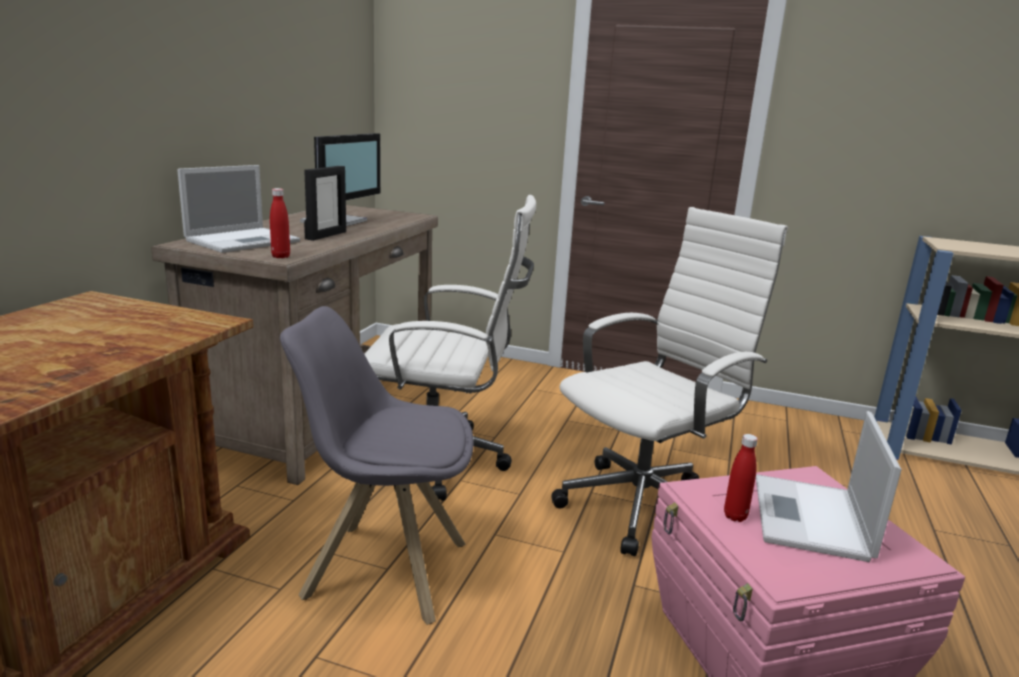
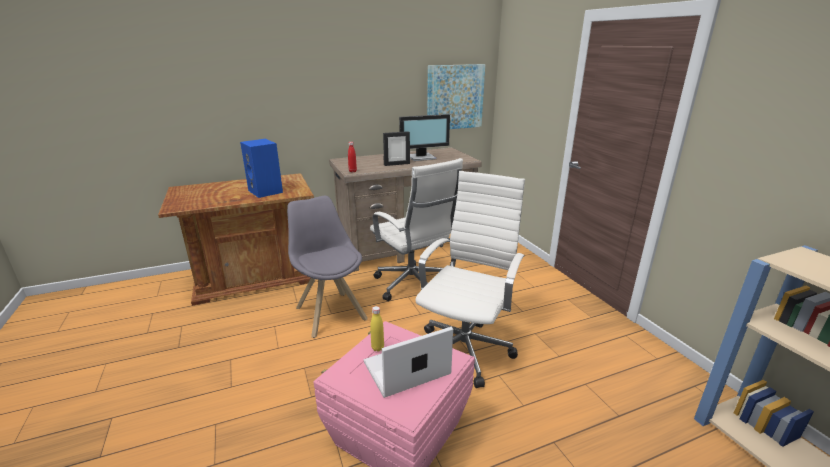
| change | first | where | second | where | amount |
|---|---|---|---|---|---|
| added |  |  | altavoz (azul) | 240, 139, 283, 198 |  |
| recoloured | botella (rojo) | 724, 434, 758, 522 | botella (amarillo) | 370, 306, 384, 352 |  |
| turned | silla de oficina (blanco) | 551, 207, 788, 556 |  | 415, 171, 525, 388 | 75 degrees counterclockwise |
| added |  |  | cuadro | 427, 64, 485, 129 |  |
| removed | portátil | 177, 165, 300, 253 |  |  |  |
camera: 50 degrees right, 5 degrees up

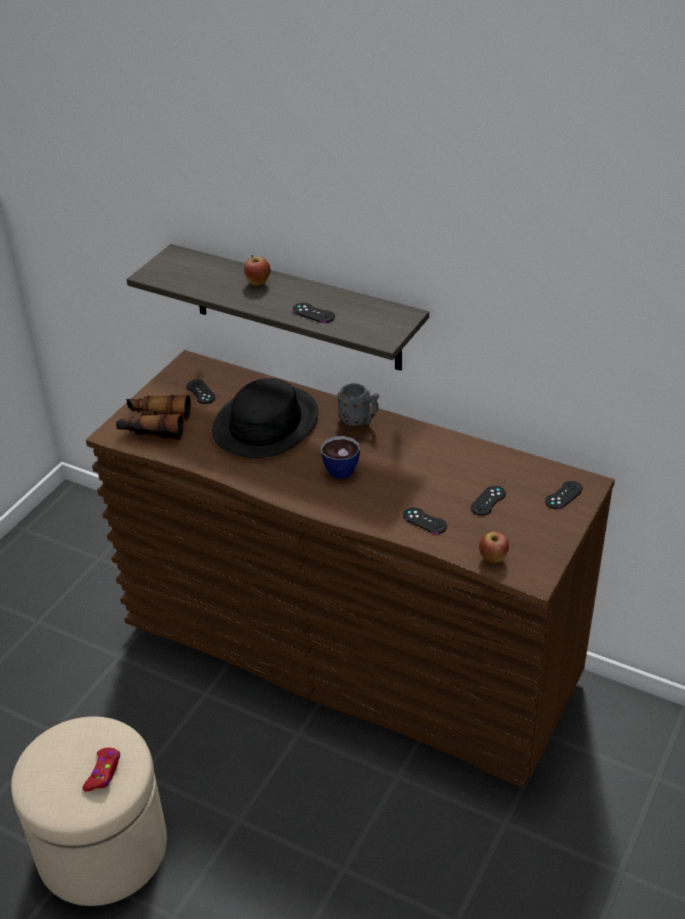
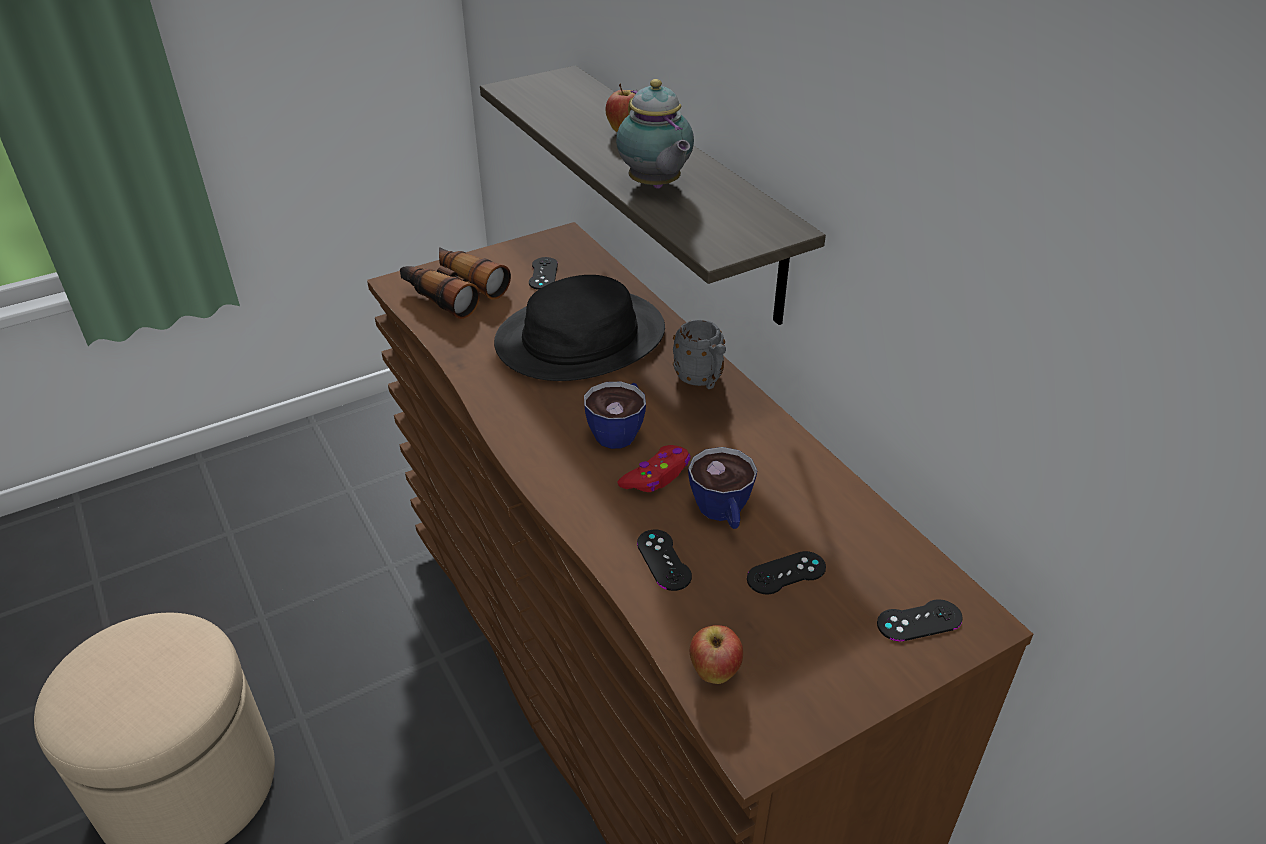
| change | first | where | second | where | amount |
|---|---|---|---|---|---|
| replaced | mando de consola (negro) | 293, 303, 335, 323 | tetera | 616, 79, 694, 189 |  |
| moved | mando de consola (rojo) | 82, 748, 120, 792 |  | 617, 445, 691, 492 |  |
| added |  |  | taza | 688, 447, 758, 529 |  |
camera: 30 degrees right, 0 degrees up

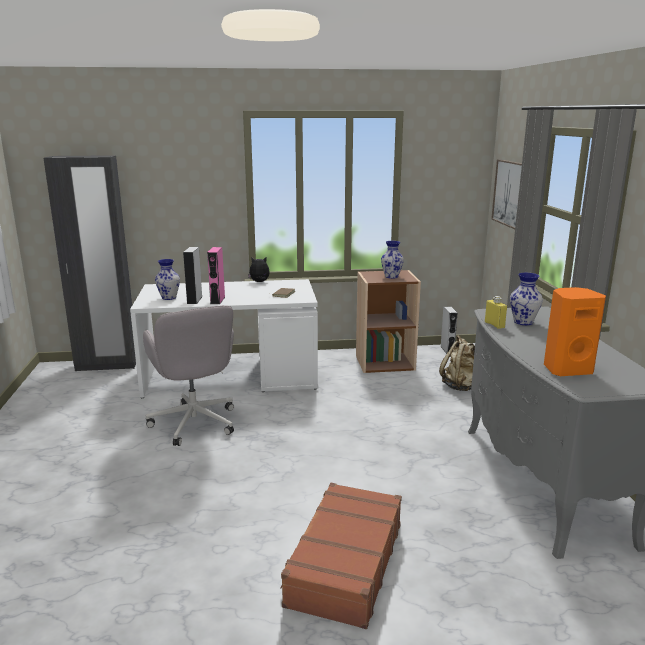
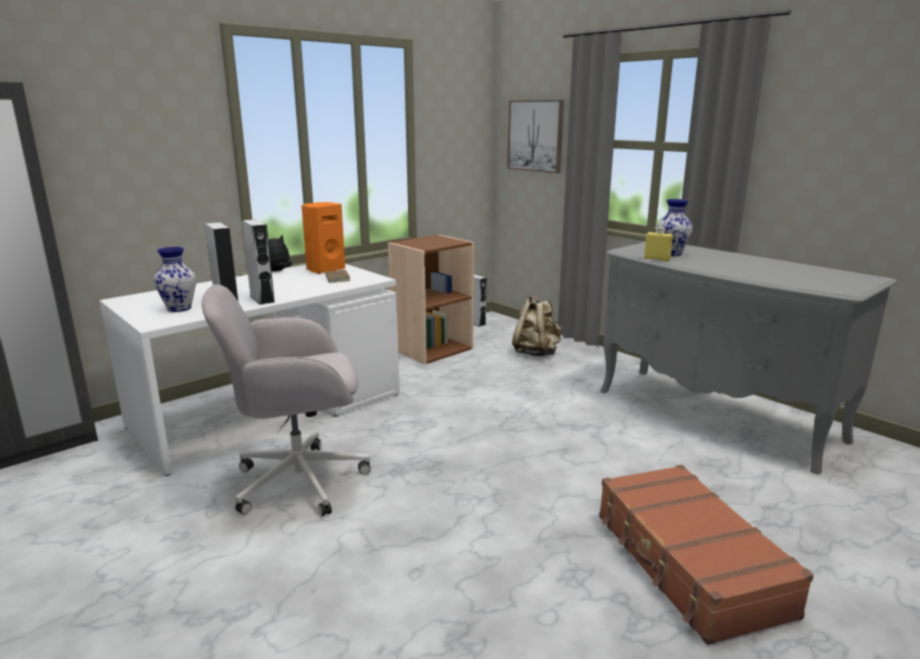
| change | first | where | second | where | amount |
|---|---|---|---|---|---|
| turned | silla de oficina (gris) | 143, 305, 234, 446 |  | 202, 284, 371, 517 | 135 degrees clockwise |
| recoloured | altavoz (rosa) | 207, 247, 225, 304 | altavoz (gris) | 242, 219, 275, 305 |  |
| moved | altavoz (naranja) | 544, 287, 606, 376 |  | 301, 202, 345, 274 |  |
| removed | florero | 381, 241, 404, 279 |  |  |  |
camera: 35 degrees left, 0 degrees up

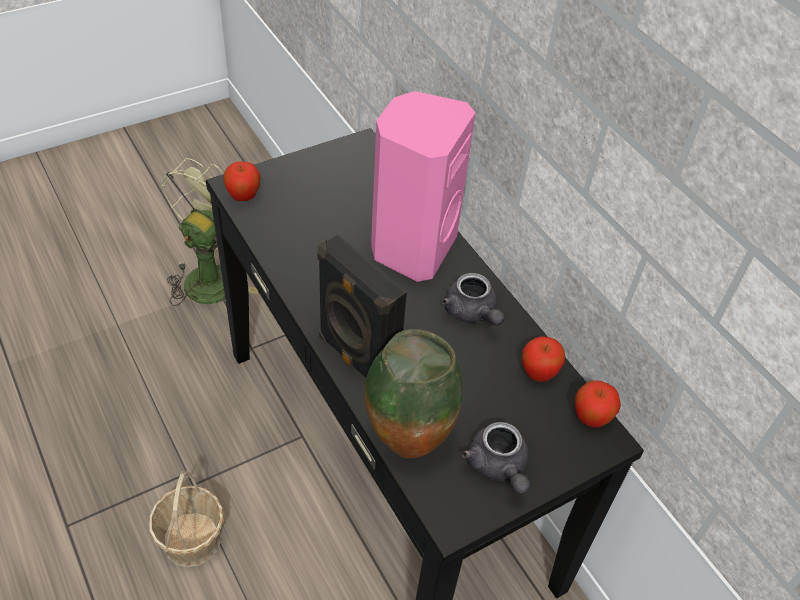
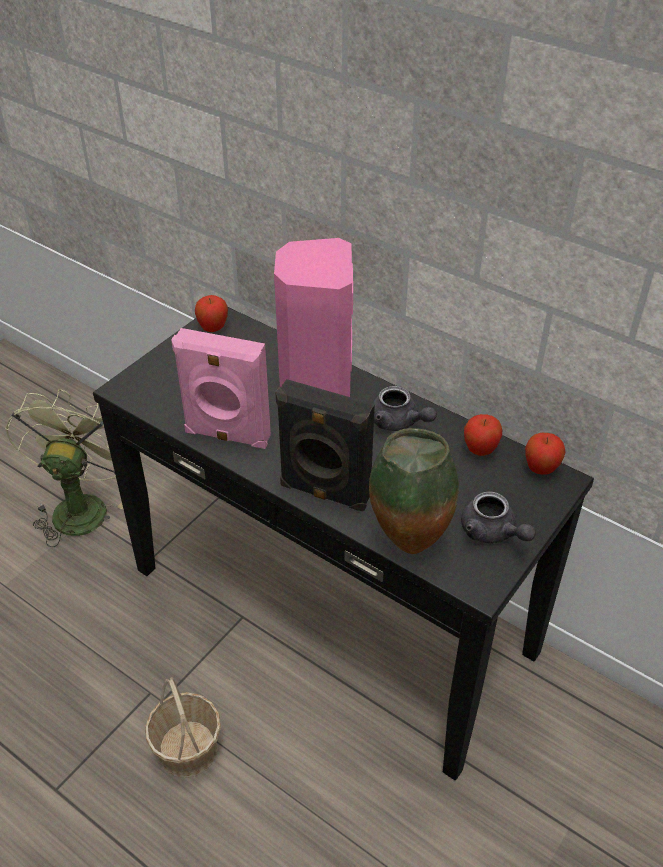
| change | first | where | second | where | amount |
|---|---|---|---|---|---|
| added |  |  | altavoz (rosa) | 171, 328, 271, 449 |  |
| moved | manzana | 223, 162, 261, 201 |  | 195, 295, 228, 332 |  |
camera: 20 degrees left, 5 degrees down

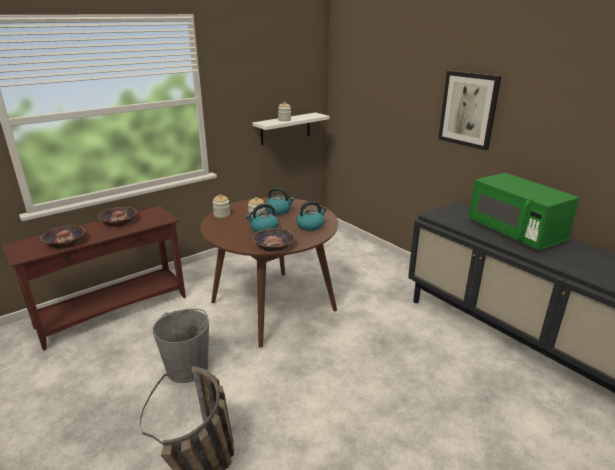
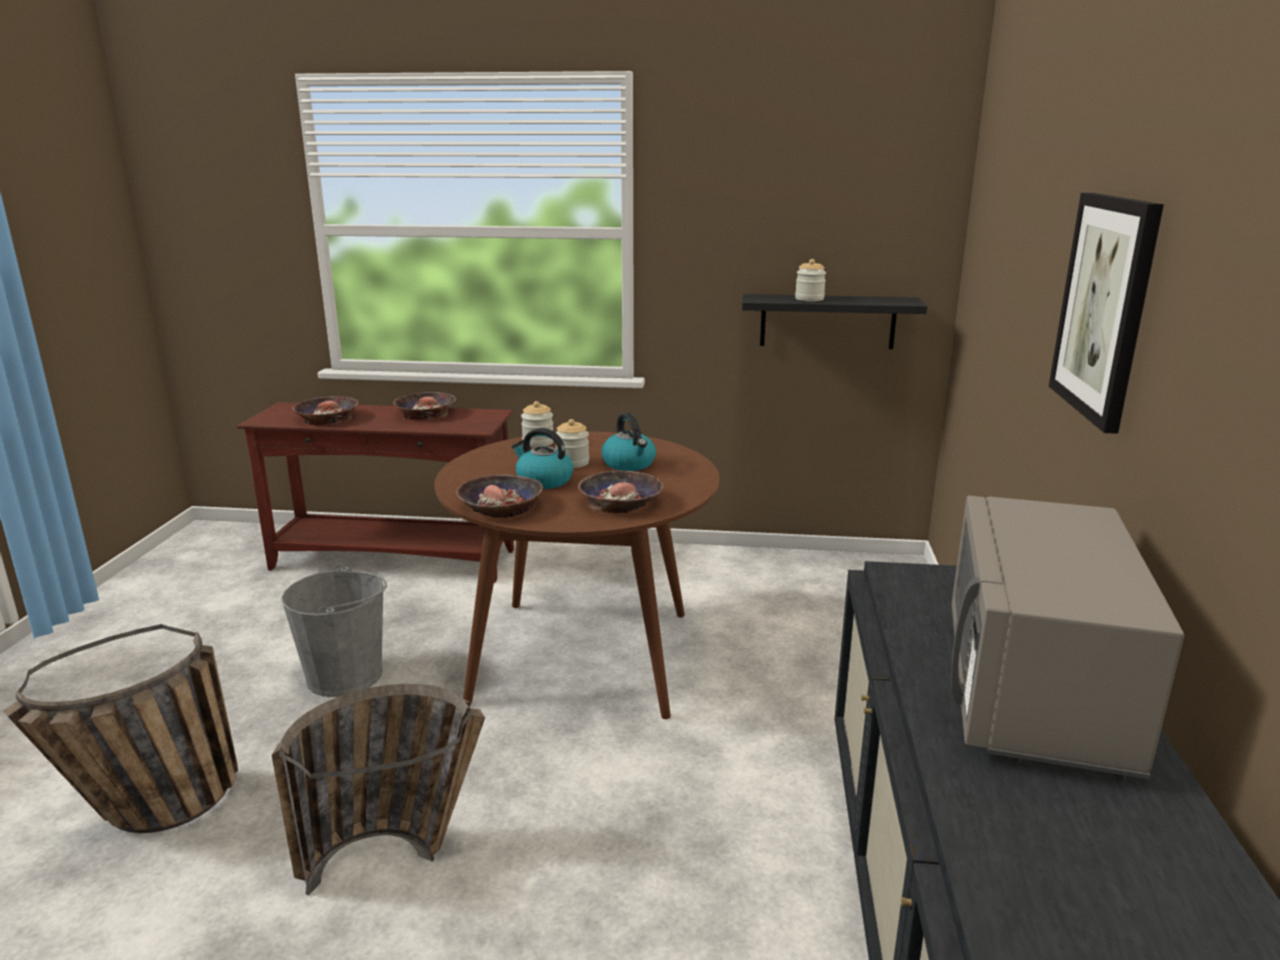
| change | first | where | second | where | amount |
|---|---|---|---|---|---|
| added |  |  | cesta | 272, 684, 485, 895 |  |
| replaced | hervidor | 296, 201, 327, 231 | cuenco | 578, 471, 664, 513 |  |
| recoloured | estante (blanco) | 253, 112, 330, 145 | estante (negro) | 742, 294, 927, 349 |  |
| recoloured | microondas (verde) | 468, 173, 580, 250 | microondas (gris) | 951, 496, 1184, 781 |  |
camera: 45 degrees right, 5 degrees down

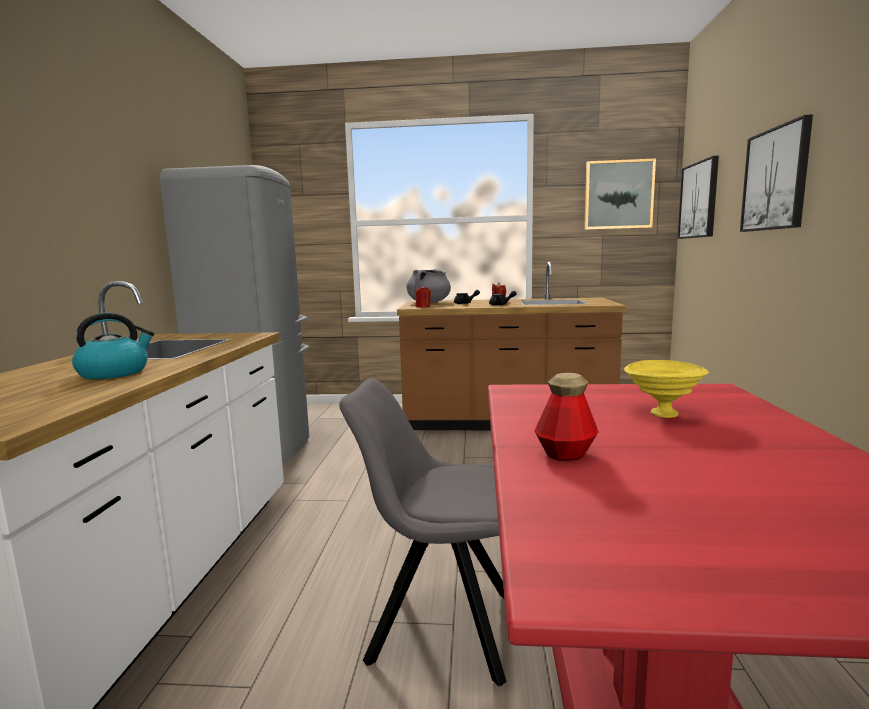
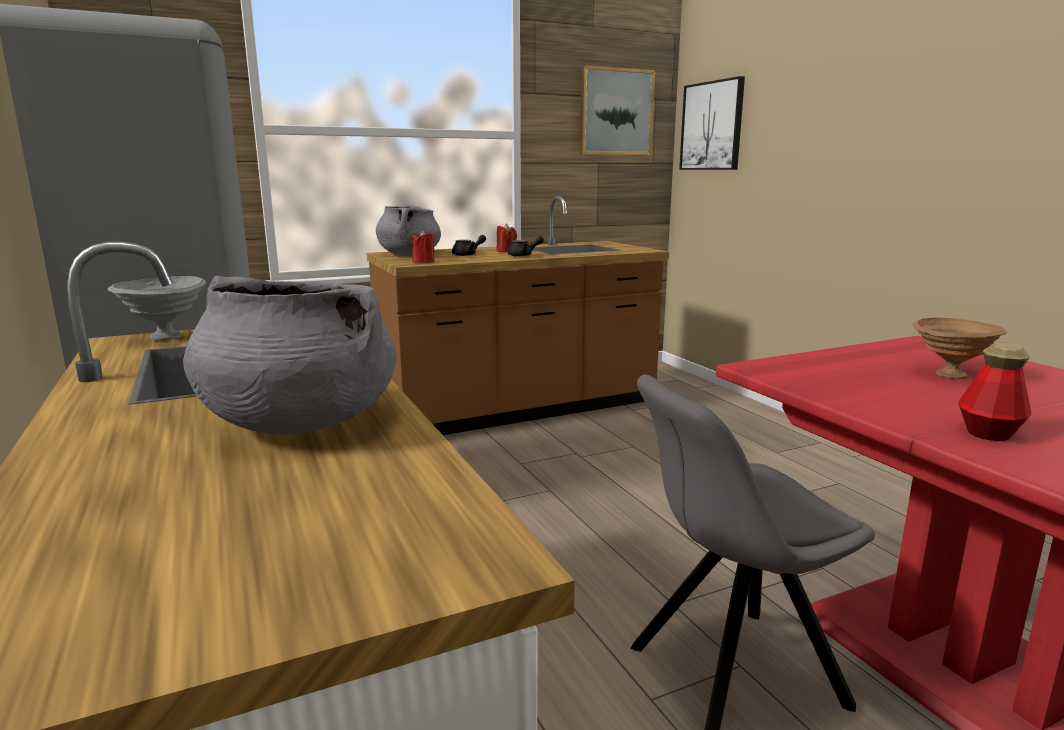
| change | first | where | second | where | amount |
|---|---|---|---|---|---|
| added |  |  | cuenco (gris) | 108, 276, 207, 340 |  |
| replaced | hervidor | 72, 313, 154, 379 | olla (gris) | 183, 276, 396, 434 |  |
| recoloured | cuenco (amarillo) | 624, 360, 709, 418 | cuenco (marrón) | 912, 318, 1007, 379 |  |
| removed | cuadro | 740, 114, 813, 232 |  |  |  |
camera: 30 degrees left, 5 degrees up

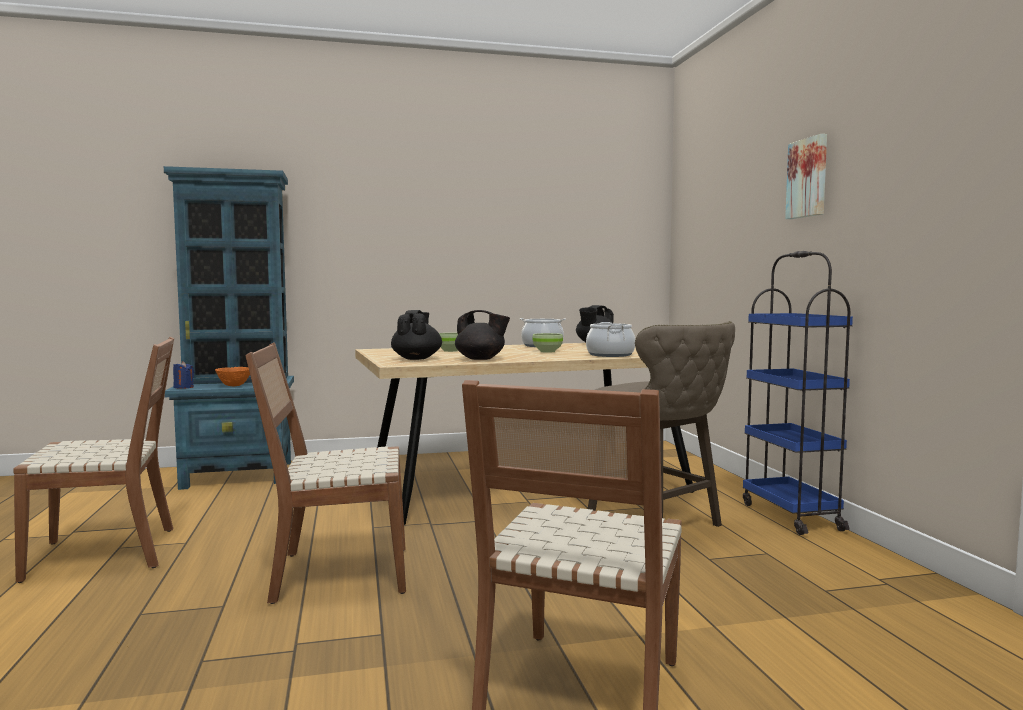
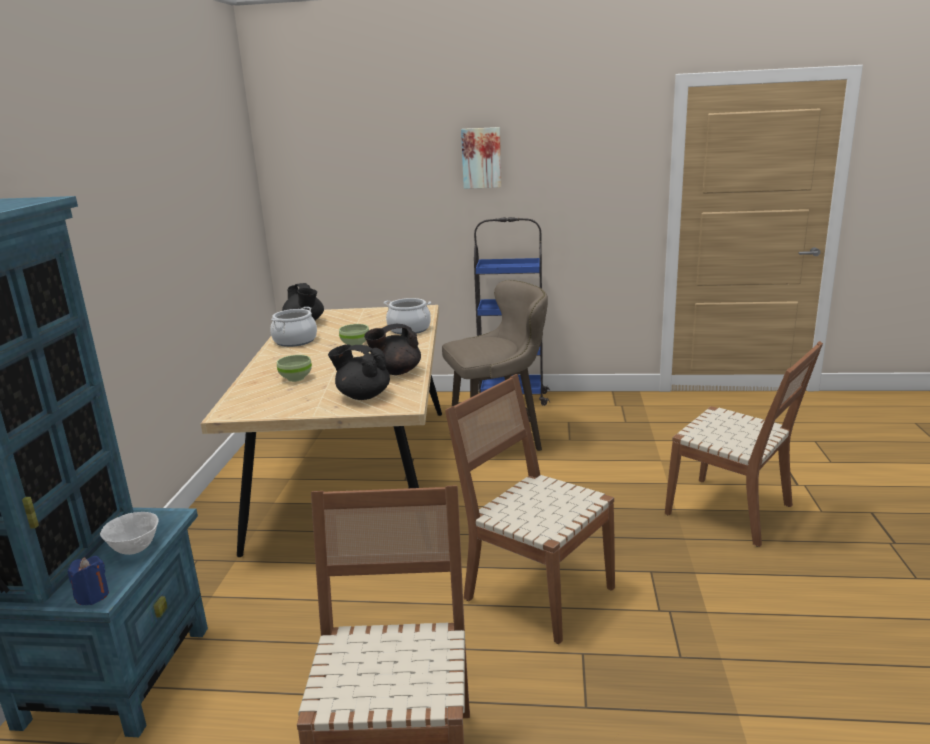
| change | first | where | second | where | amount |
|---|---|---|---|---|---|
| recoloured | cuenco (naranja) | 215, 367, 250, 386 | cuenco (blanco) | 100, 512, 159, 555 |  |
| turned | tetera (negro) | 455, 310, 510, 360 |  | 364, 324, 421, 375 | 150 degrees counterclockwise |
| turned | silla | 245, 342, 406, 604 |  | 445, 374, 615, 644 | 120 degrees clockwise |
camera: 70 degrees left, 15 degrees up

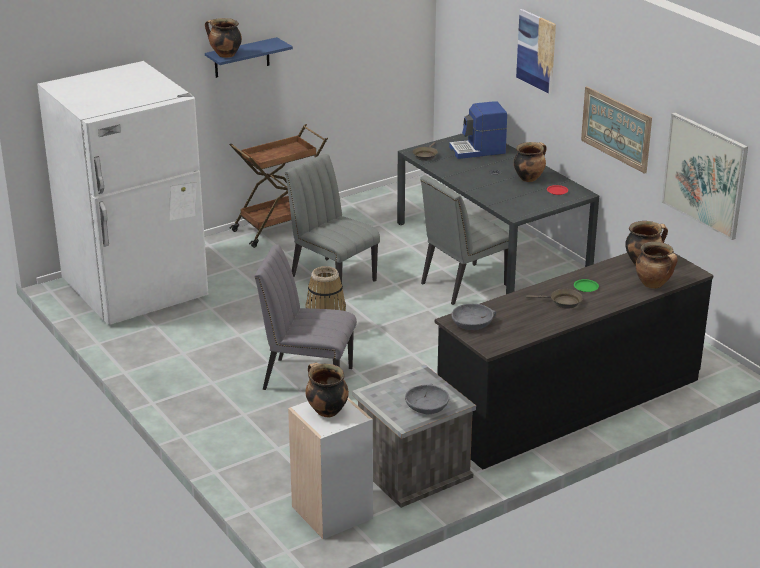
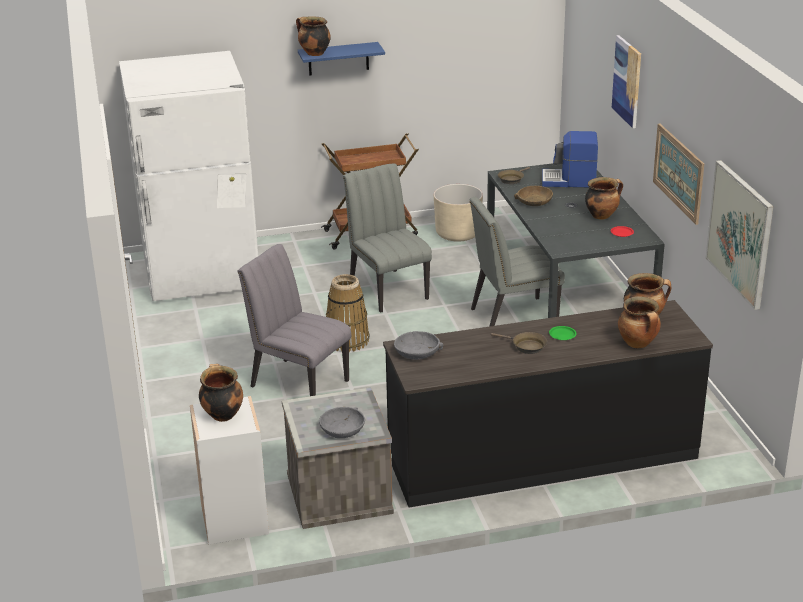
| change | first | where | second | where | amount |
|---|---|---|---|---|---|
| added |  |  | maceta (beis) | 434, 184, 483, 241 |  |
| added |  |  | cuenco (marrón) | 514, 186, 553, 206 |  |
camera: 20 degrees right, 0 degrees up

